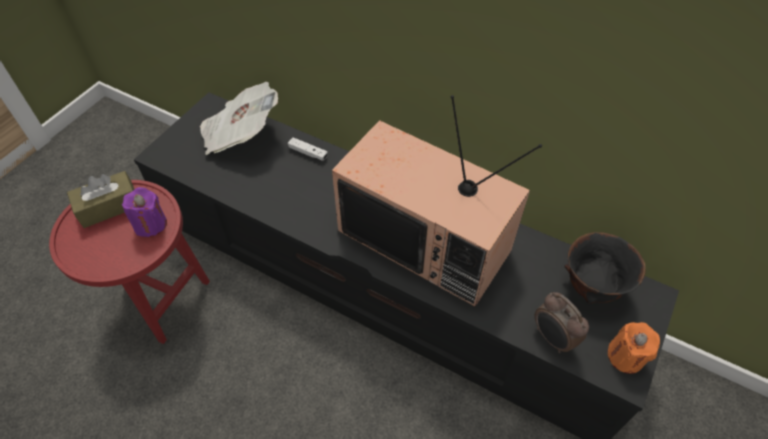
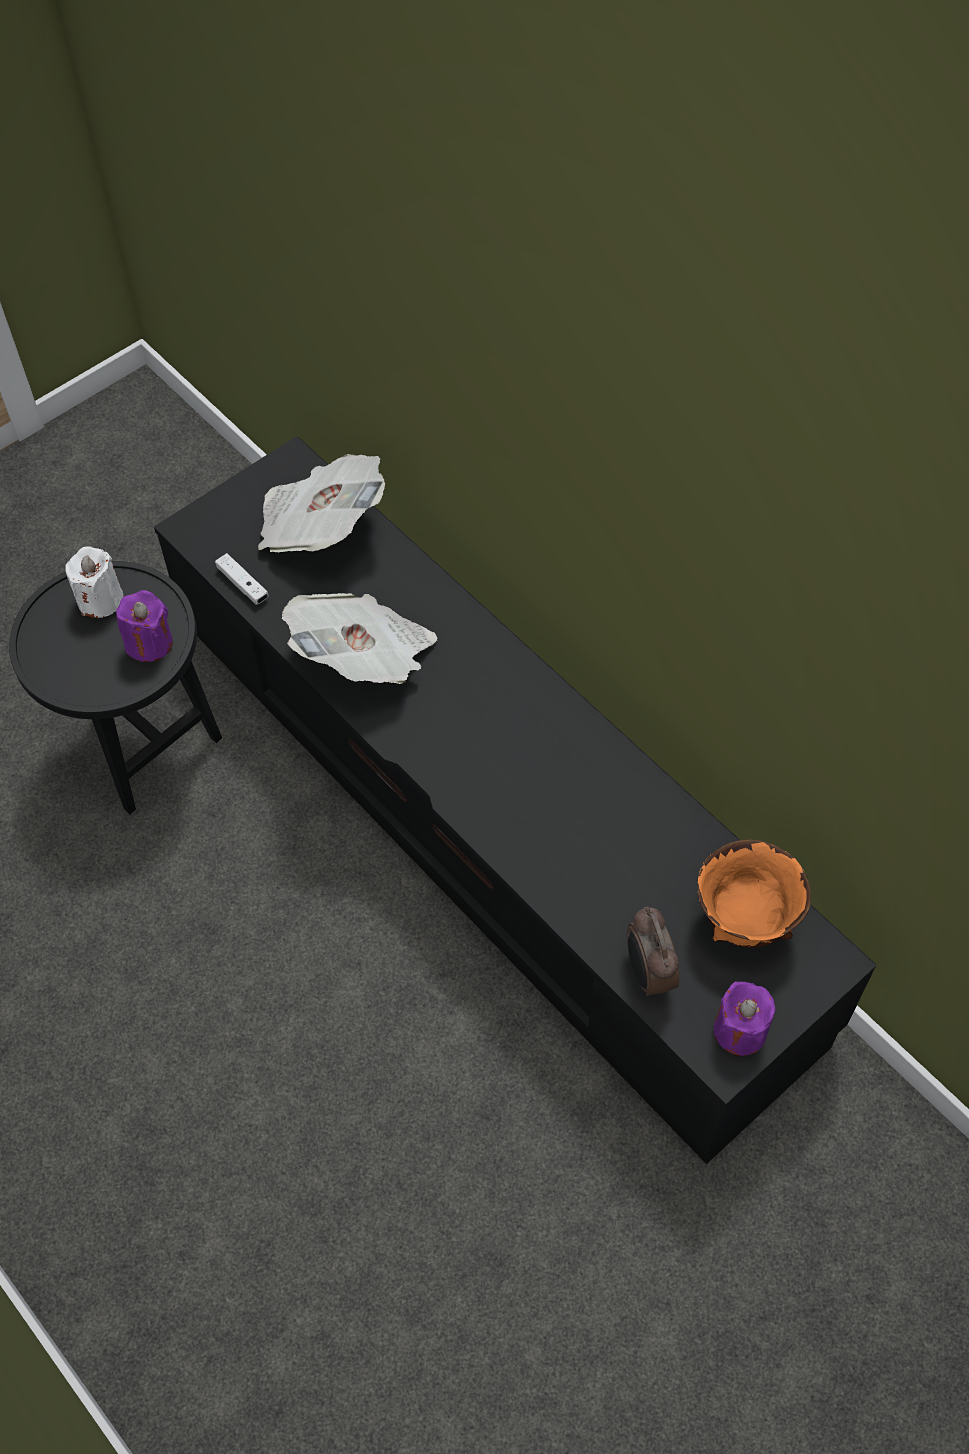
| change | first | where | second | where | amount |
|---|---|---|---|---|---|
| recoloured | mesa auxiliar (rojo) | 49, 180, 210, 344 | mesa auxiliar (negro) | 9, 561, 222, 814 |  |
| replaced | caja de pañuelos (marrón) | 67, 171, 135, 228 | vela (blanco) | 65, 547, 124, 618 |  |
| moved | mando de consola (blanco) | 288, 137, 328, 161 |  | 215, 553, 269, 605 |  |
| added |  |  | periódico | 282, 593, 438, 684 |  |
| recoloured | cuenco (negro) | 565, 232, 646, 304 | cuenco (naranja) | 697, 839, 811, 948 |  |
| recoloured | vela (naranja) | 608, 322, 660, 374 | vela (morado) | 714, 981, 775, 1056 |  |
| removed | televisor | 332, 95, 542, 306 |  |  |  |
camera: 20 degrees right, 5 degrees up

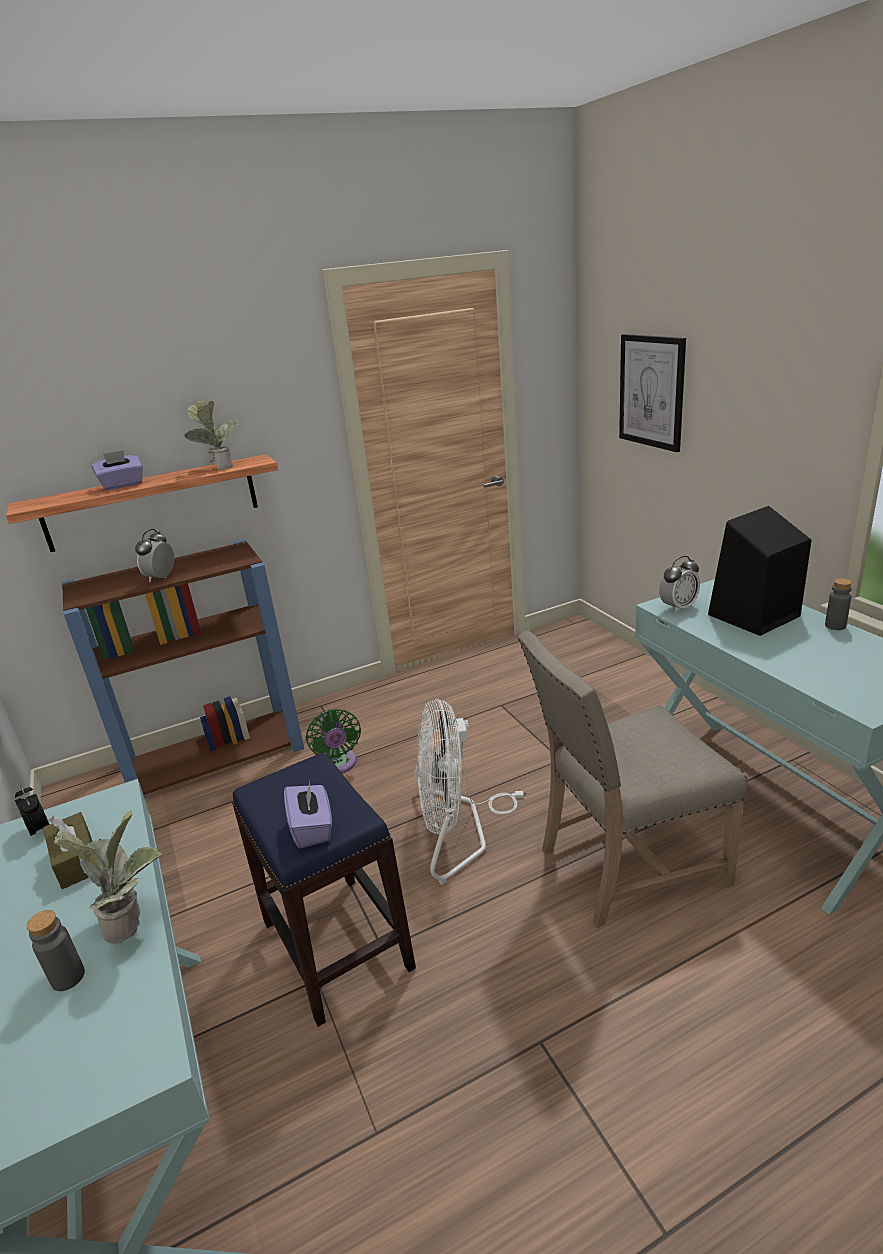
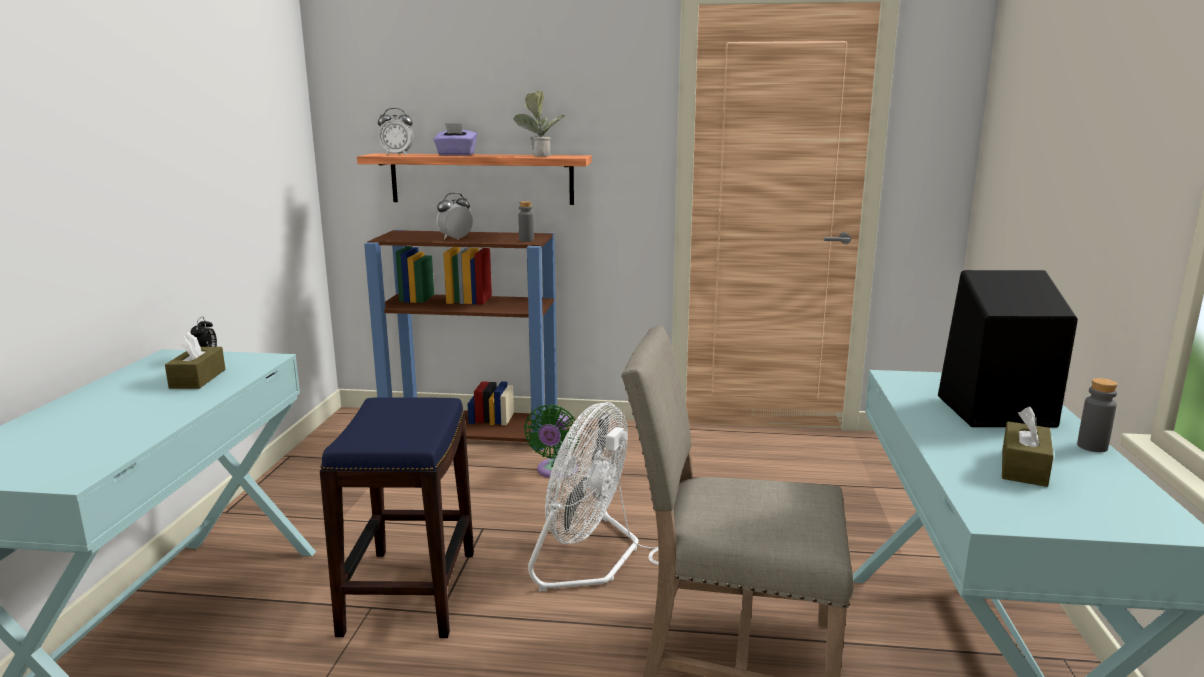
| change | first | where | second | where | amount |
|---|---|---|---|---|---|
| moved | despertador | 659, 556, 700, 613 |  | 378, 108, 414, 155 |  |
| moved | botella (gris) | 27, 910, 85, 991 |  | 518, 201, 534, 242 |  |
| added |  |  | caja de pañuelos (marrón) | 1002, 406, 1053, 487 |  |
| removed | planta en maceta | 53, 811, 162, 944 |  |  |  |
| removed | caja de pañuelos (morado) | 284, 782, 332, 849 |  |  |  |
| removed | cuadro | 619, 334, 686, 452 |  |  |  |
camera: 30 degrees right, 10 degrees down

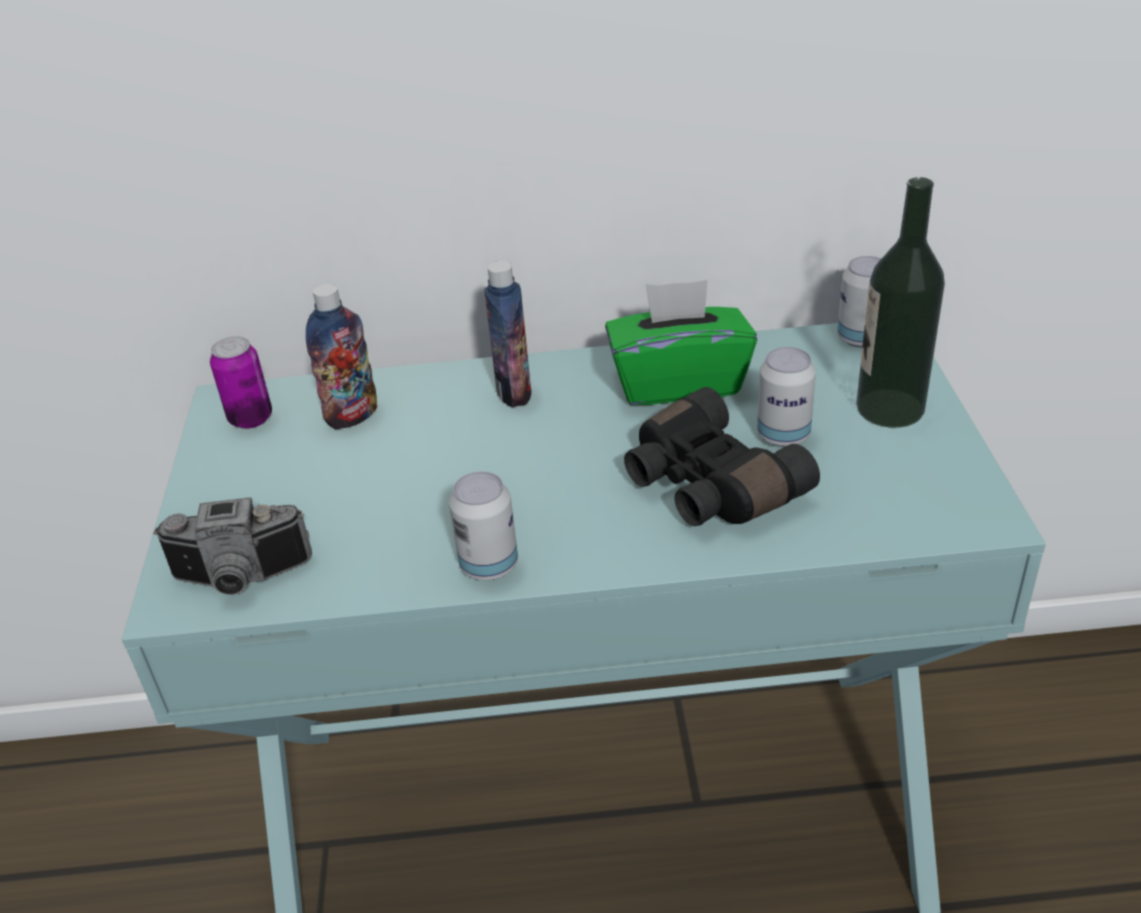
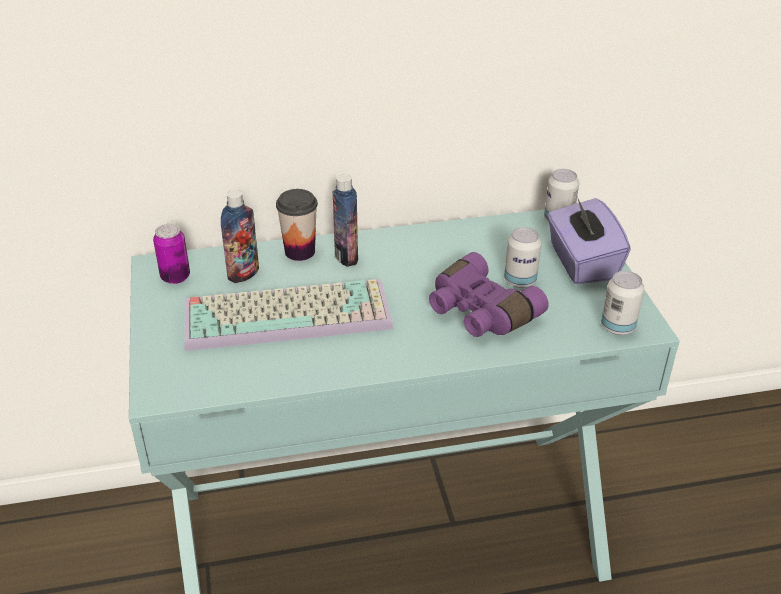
| change | first | where | second | where | amount |
|---|---|---|---|---|---|
| added |  |  | teclado | 184, 279, 394, 351 |  |
| added |  |  | taza | 276, 189, 318, 261 |  |
| recoloured | prismáticos (negro) | 624, 387, 820, 526 | prismáticos (morado) | 429, 252, 549, 337 |  |
| replaced | botella | 856, 177, 945, 428 | caja de pañuelos (morado) | 547, 196, 631, 284 |  |
| moved | lata | 449, 471, 518, 580 |  | 601, 271, 644, 335 |  |
| removed | cámara | 153, 497, 312, 595 |  |  |  |
| removed | caja de pañuelos (verde) | 605, 280, 757, 405 |  |  |  |
camera: 10 degrees left, 0 degrees up

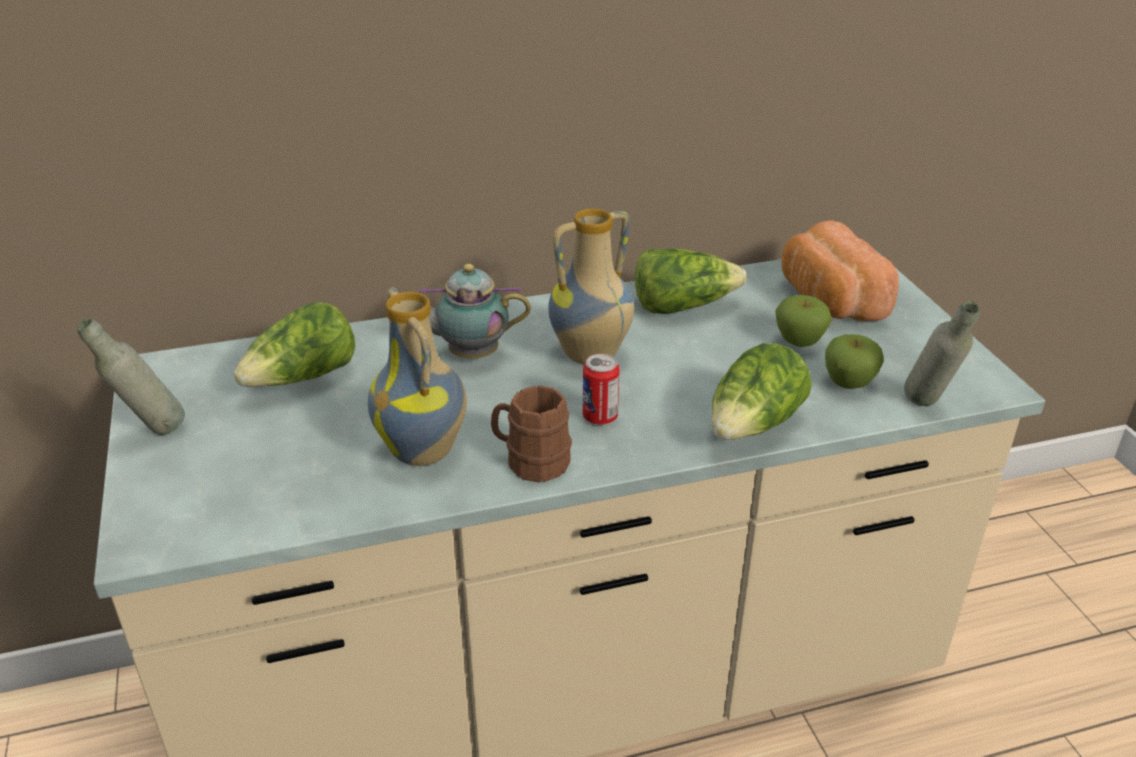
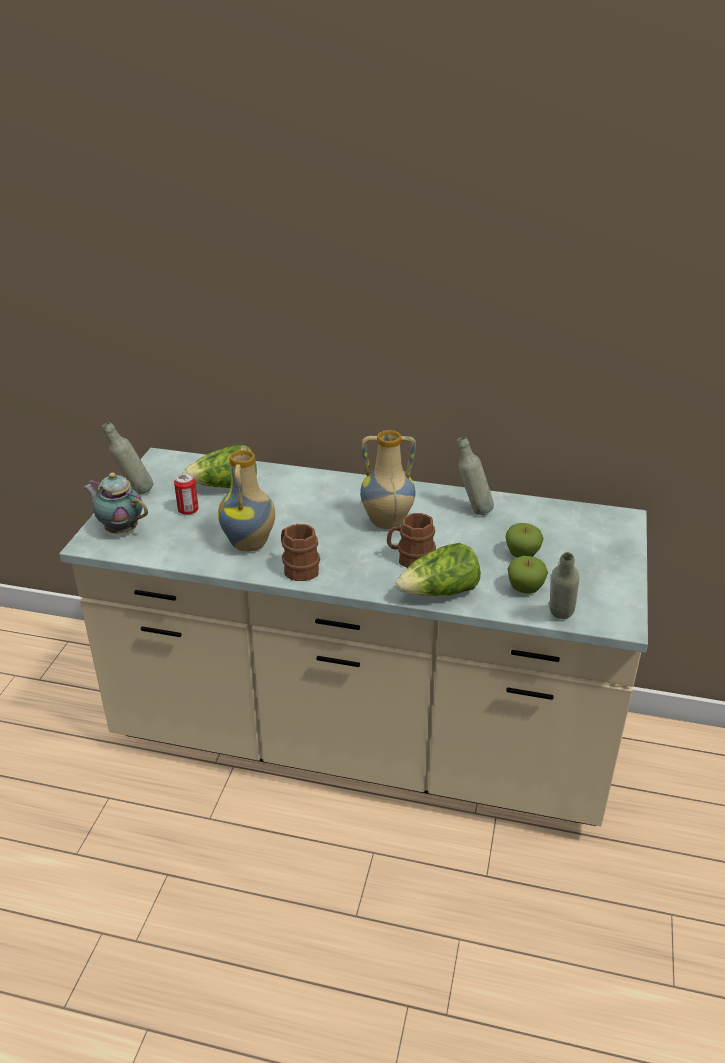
| change | first | where | second | where | amount |
|---|---|---|---|---|---|
| moved | tetera | 419, 264, 531, 359 |  | 83, 473, 148, 533 |  |
| moved | lata | 583, 354, 620, 425 |  | 174, 473, 198, 515 |  |
| added |  |  | taza grande (marrón) | 387, 513, 436, 568 |  |
| replaced | lechuga | 635, 249, 747, 314 | botella (gris) | 457, 436, 494, 515 |  |
| removed | pan | 782, 220, 899, 321 |  |  |  |
camera: 30 degrees right, 0 degrees up

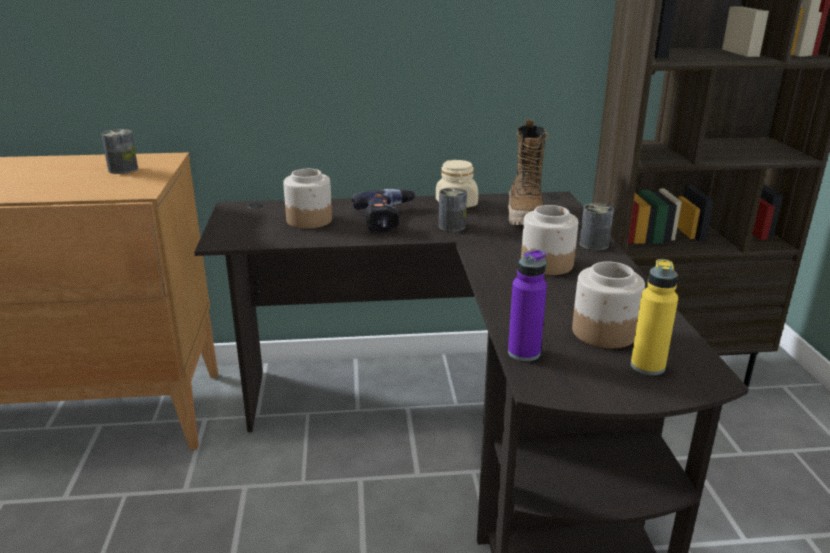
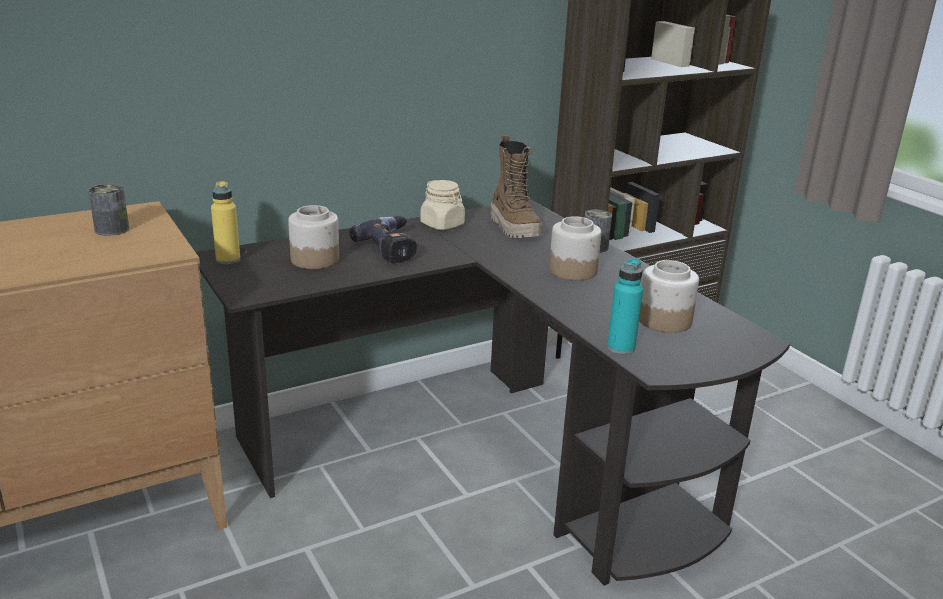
| change | first | where | second | where | amount |
|---|---|---|---|---|---|
| moved | botella (amarillo) | 631, 259, 678, 375 |  | 211, 181, 240, 265 |  |
| recoloured | botella (morado) | 508, 250, 547, 361 | botella (turquesa) | 607, 258, 643, 355 |  |
| removed | lata | 439, 188, 467, 232 |  |  |  |
camera: 25 degrees left, 0 degrees up

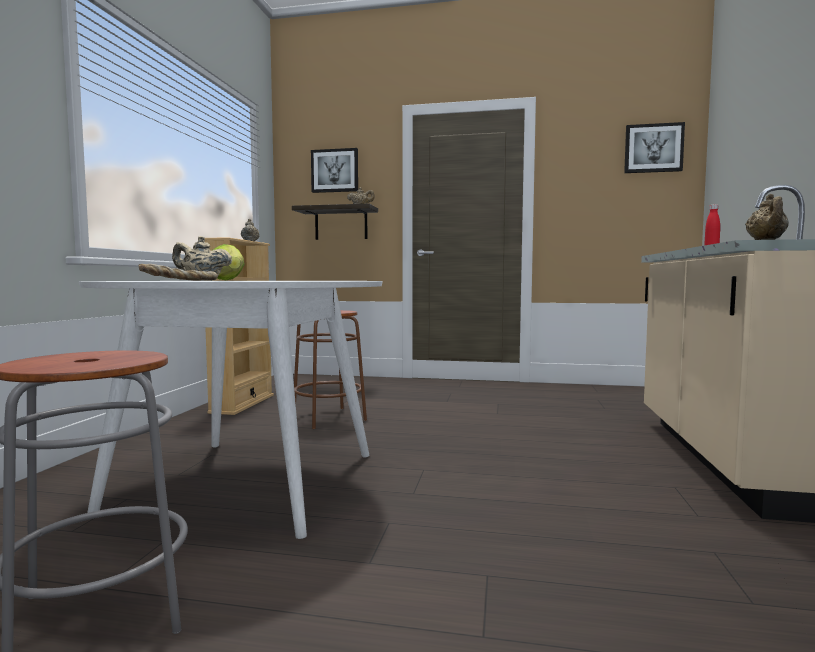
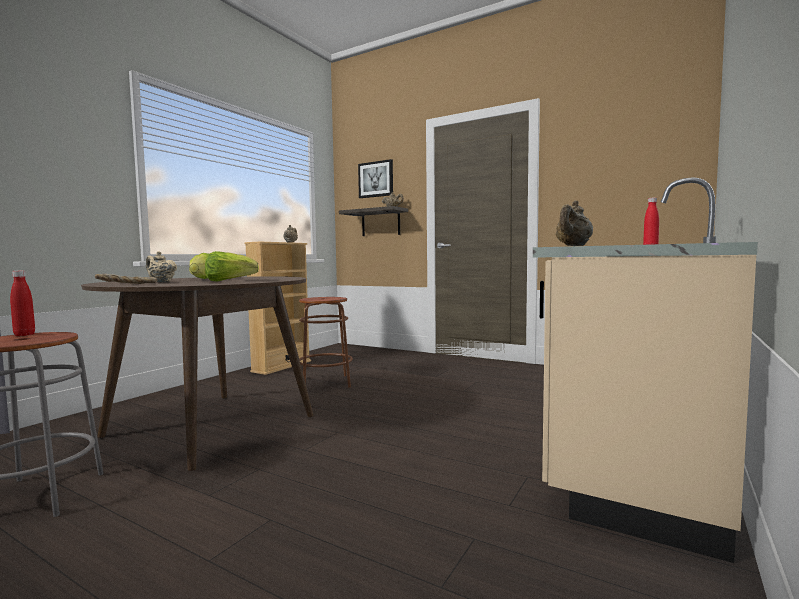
| change | first | where | second | where | amount |
|---|---|---|---|---|---|
| added |  |  | botella (rojo) | 10, 271, 35, 336 |  |
| recoloured | mesa de comedor (blanco) | 79, 281, 383, 539 | mesa de comedor (marrón) | 81, 276, 313, 471 |  |
| added |  |  | lechuga | 205, 251, 259, 282 |  |
| removed | cuadro | 624, 122, 685, 173 |  |  |  |
camera: 20 degrees right, 0 degrees up

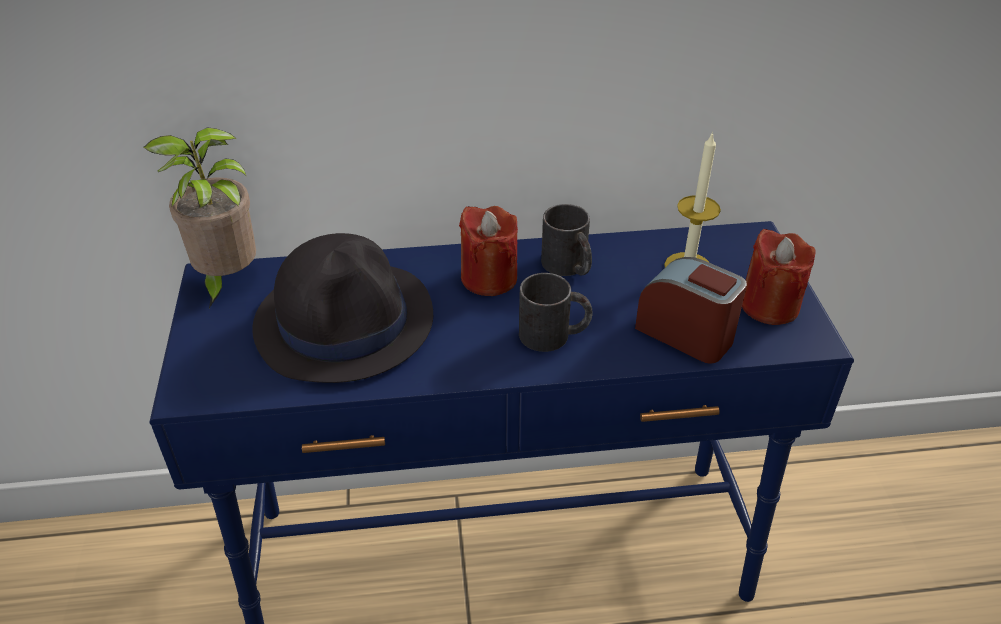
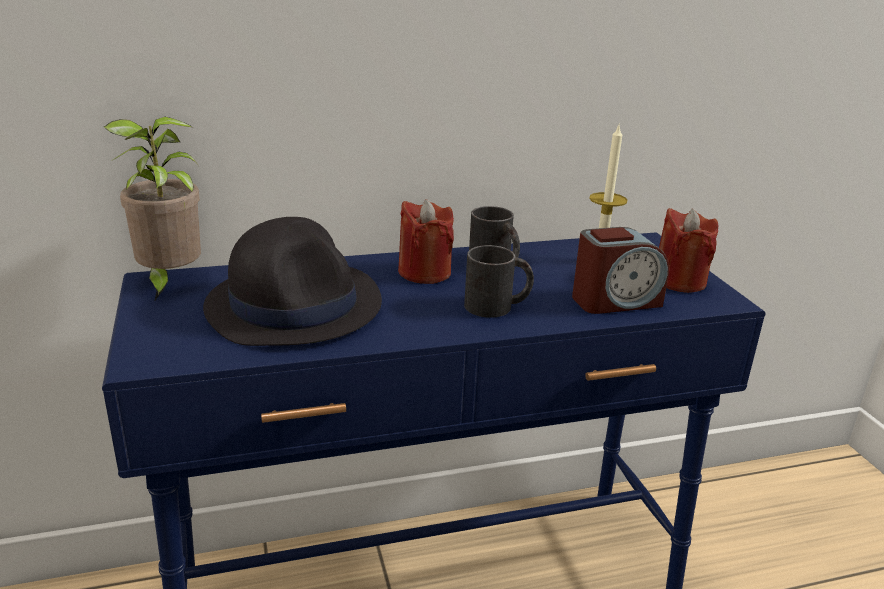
| change | first | where | second | where | amount |
|---|---|---|---|---|---|
| turned | despertador | 635, 257, 747, 364 |  | 572, 227, 669, 314 | 135 degrees clockwise |
camera: 10 degrees left, 15 degrees down

